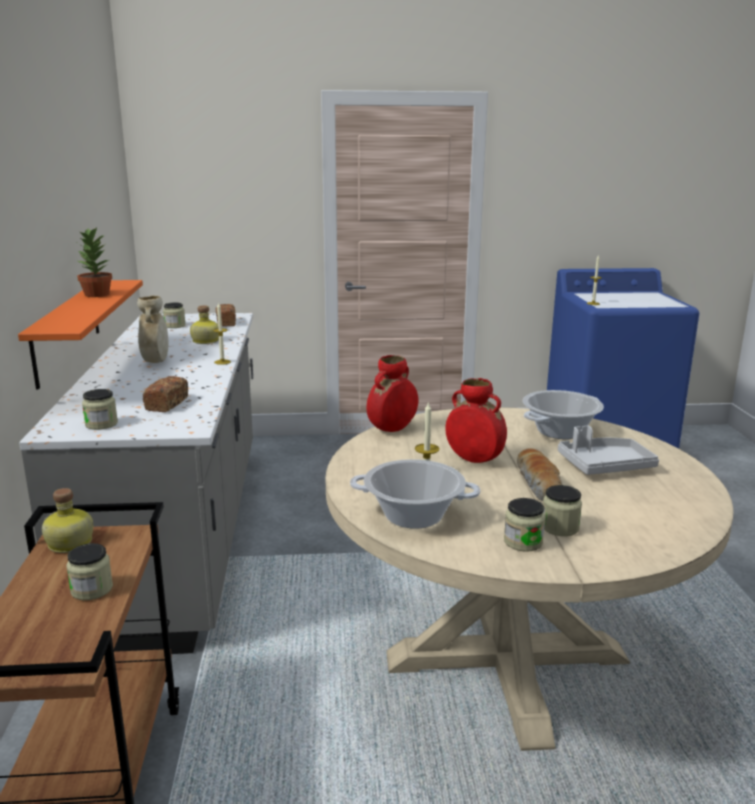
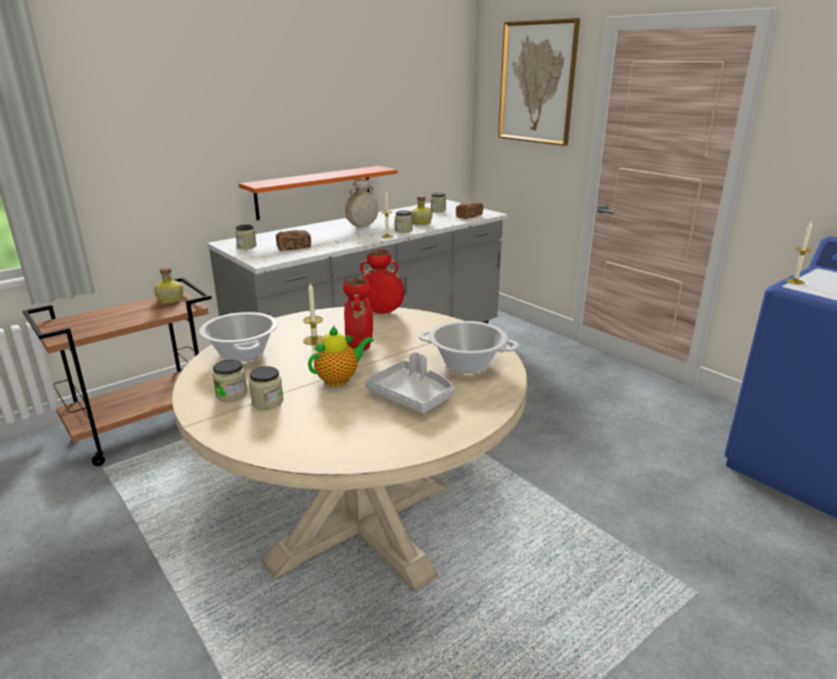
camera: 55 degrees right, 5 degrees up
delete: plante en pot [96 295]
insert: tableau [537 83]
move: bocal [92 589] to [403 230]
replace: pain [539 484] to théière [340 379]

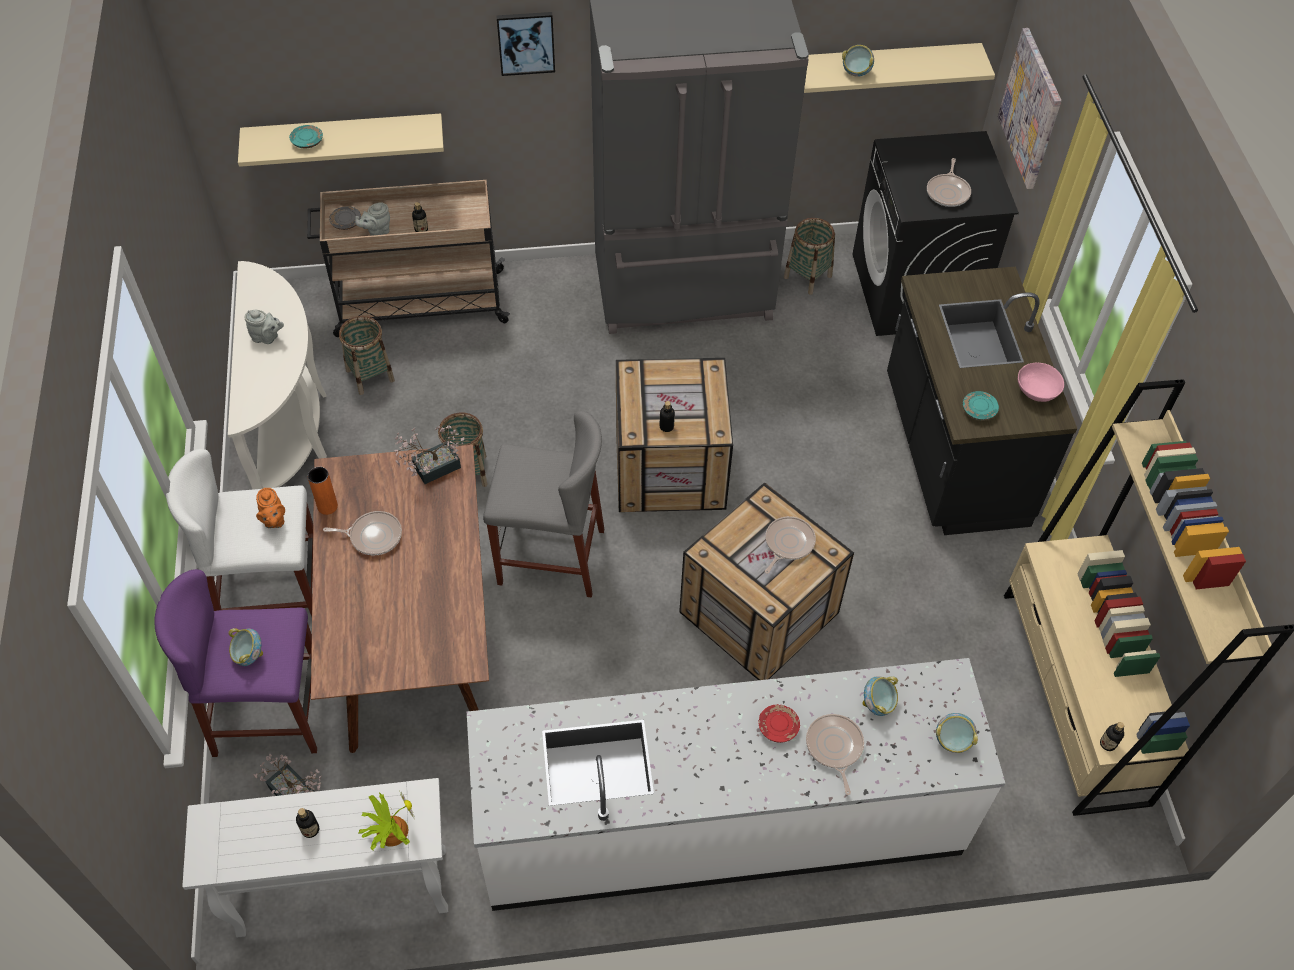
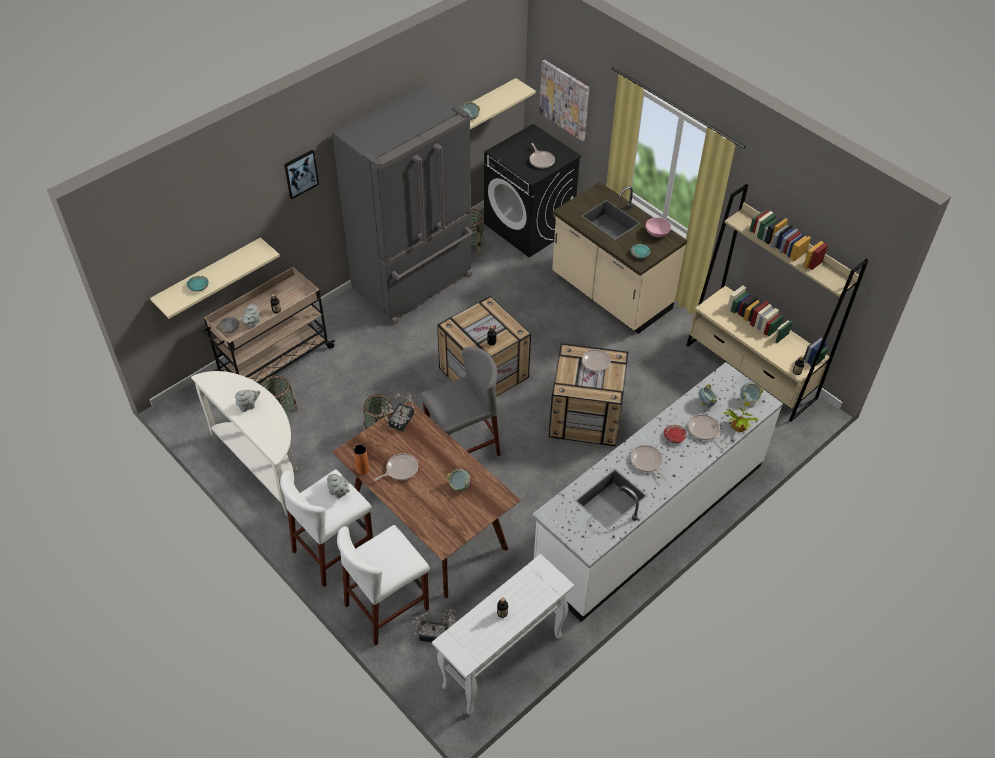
camera: 35 degrees left, 5 degrees down
insert: poêle [647 462]
move: bol [249 655] to [459 486]; plante en pot [390 831] to [738 425]
recolor: tabouret [violet] [270 714] to tabouret [blanc] [387 607]; théière [orange] [274 520] to théière [gris] [339 493]; comptoir de cuisine [noir] [952 452] to comptoir de cuisine [beige] [610 293]

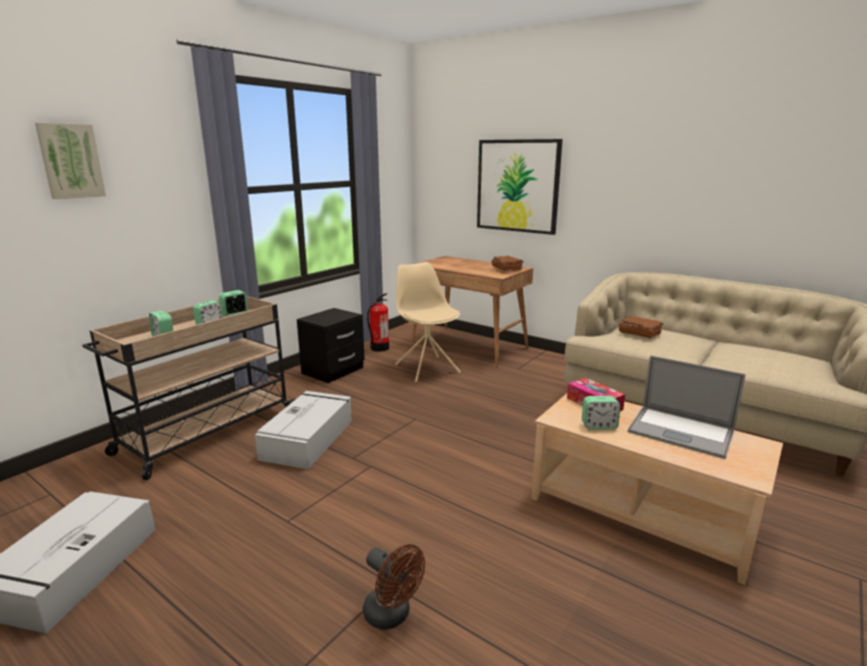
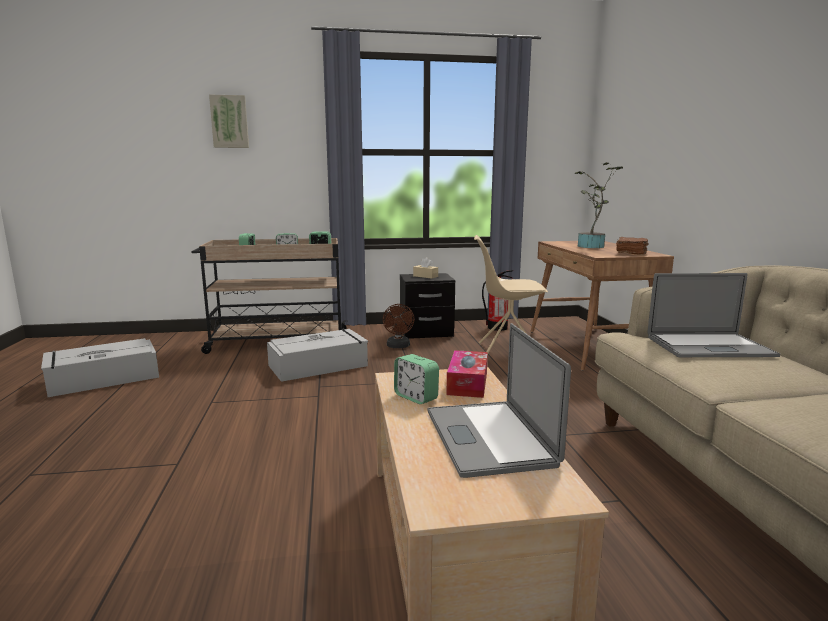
camera: 45 degrees right, 5 degrees down
delete: tableau [517 186]
insert: boîte à mouchoirs [beige] [425 276]; plante en pot [591 247]
move: ventilateur [marron] [392 615] to [398 346]
replace: livre [marron] [639 333] to ordinateur portable [709 346]
rotate: chaise [beige] [427 368] = [506 352] 105 degrees counterclockwise

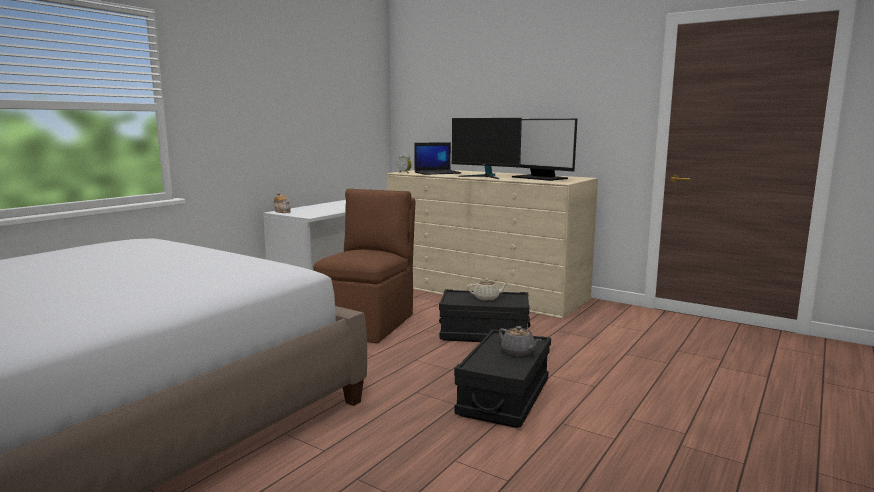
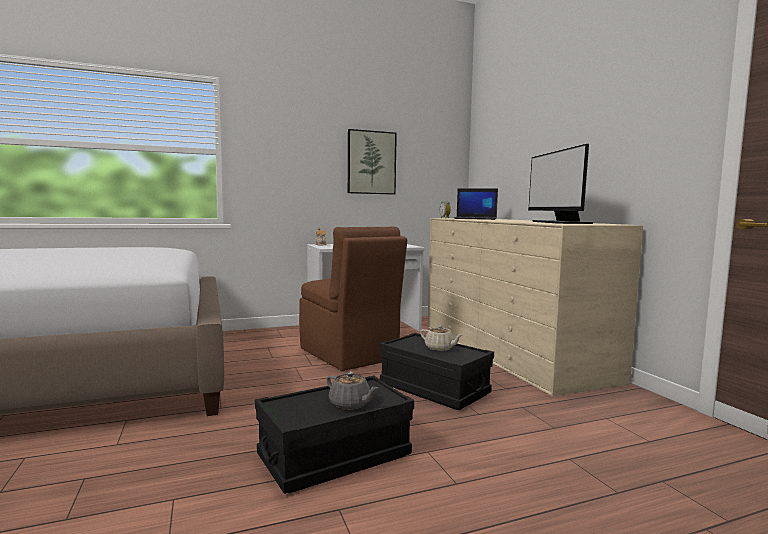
camera: 35 degrees right, 5 degrees down
delete: écran d'ordinateur [485 177]
insert: tableau [371 162]
rotate: chaise [marron] [368 324] = [349 354] 90 degrees clockwise; théière [gris] [518 352] = [350 404] 45 degrees counterclockwise

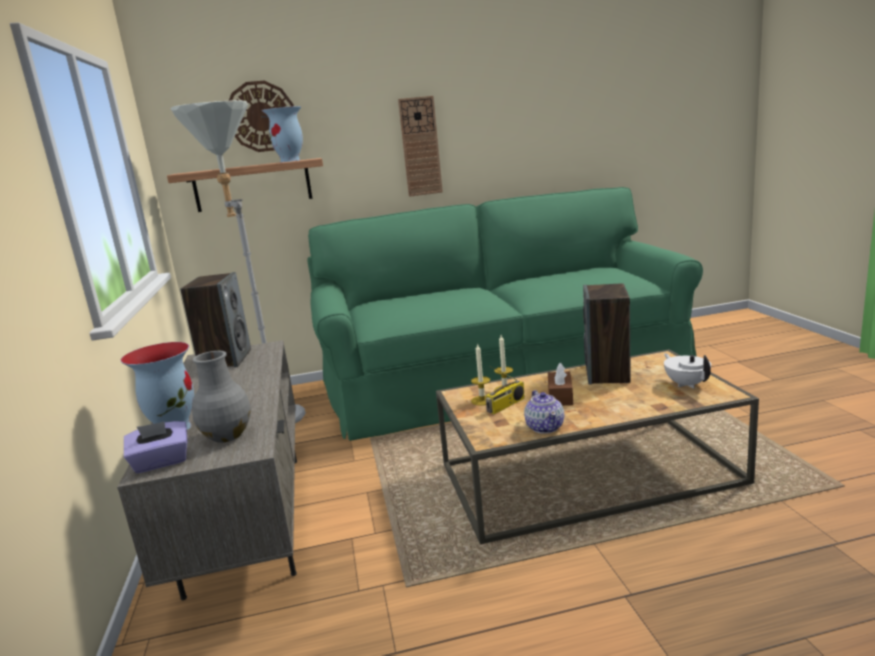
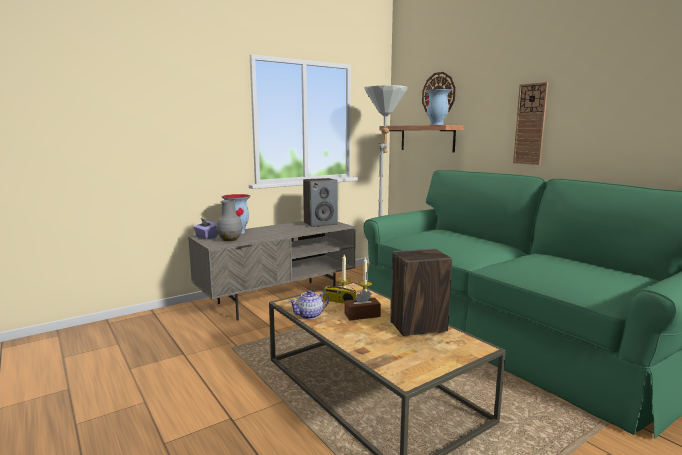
camera: 65 degrees right, 5 degrees down
delete: théière [blanc] [686 384]

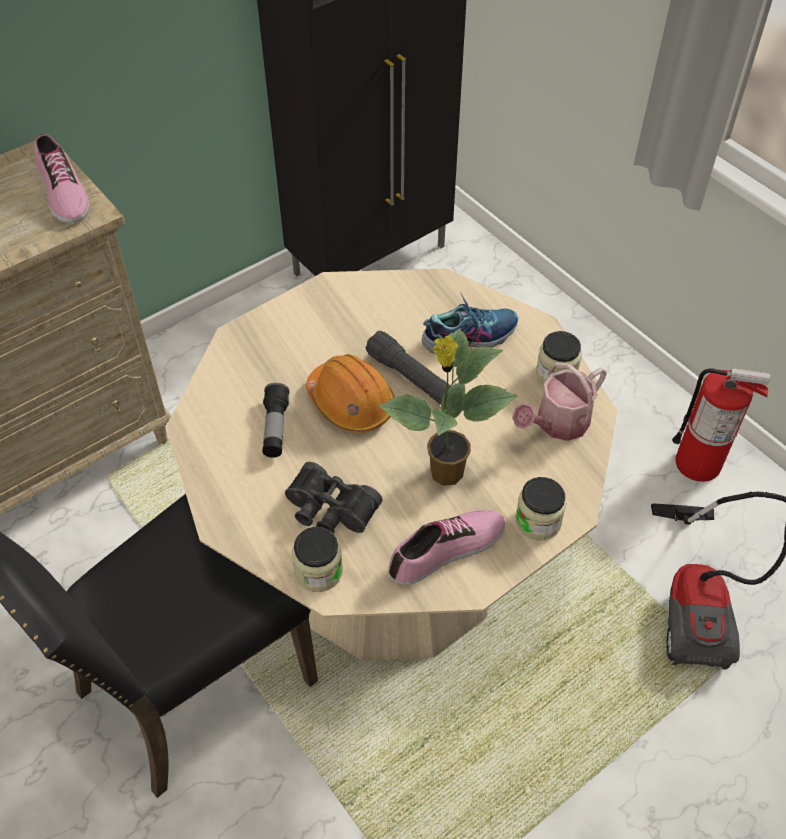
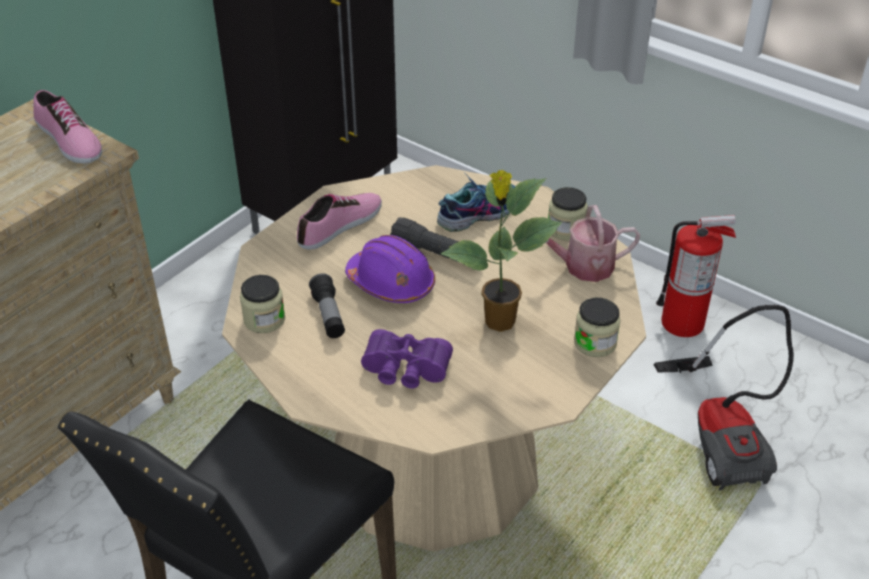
camera: 15 degrees left, 10 degrees down
move: bocal [318 572] to [264 320]; chaussure [447 551] to [340 226]
recolor: jumelles [noir] [329 511] to jumelles [violet] [405 371]; casque de chantier [orange] [351 403] to casque de chantier [violet] [391 283]
rotate: arrosoir [557 424] = [582 266] 45 degrees clockwise

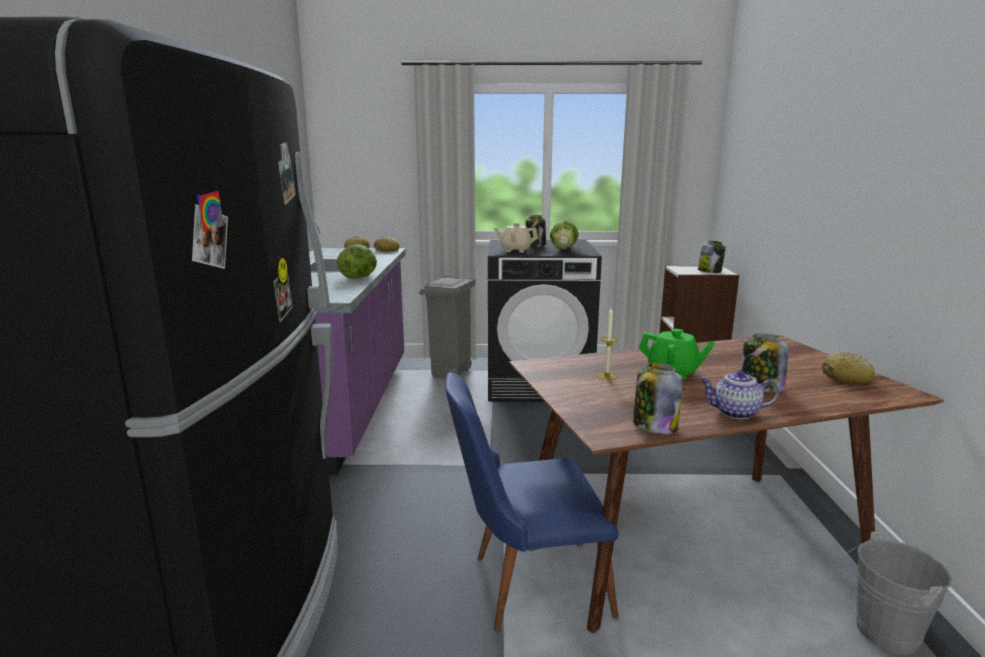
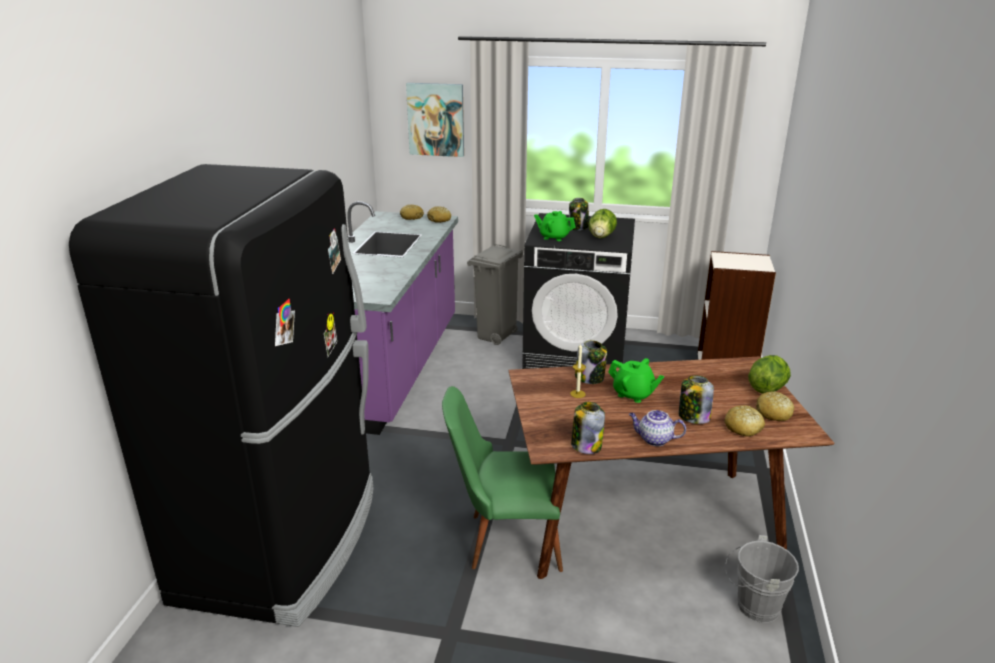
camera: 10 degrees right, 10 degrees up
insert: tableau [436 119]; pain [743 428]
move: laitue [359 277] to [767 388]; bocal [710 271] to [590 377]
recolor: chaise [bleu] [526 584] to chaise [vert] [504 540]; théière [beige] [515 250] to théière [vert] [554 237]

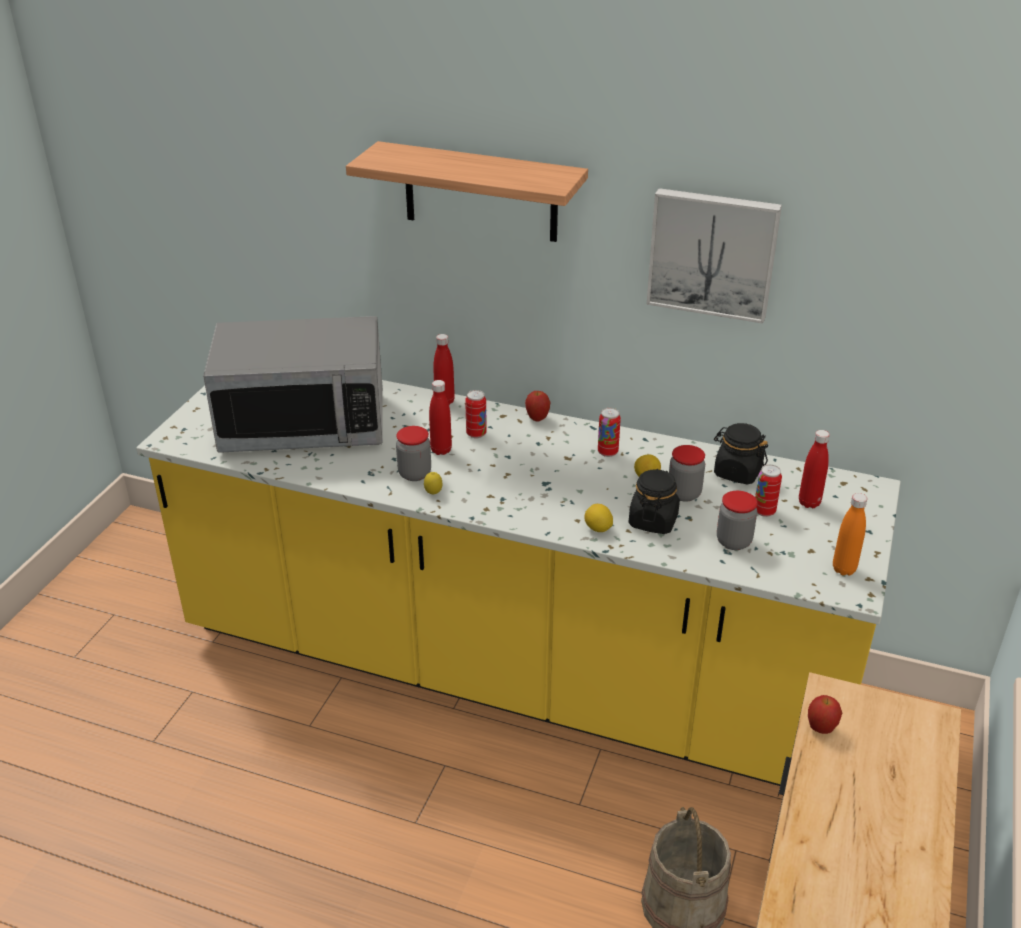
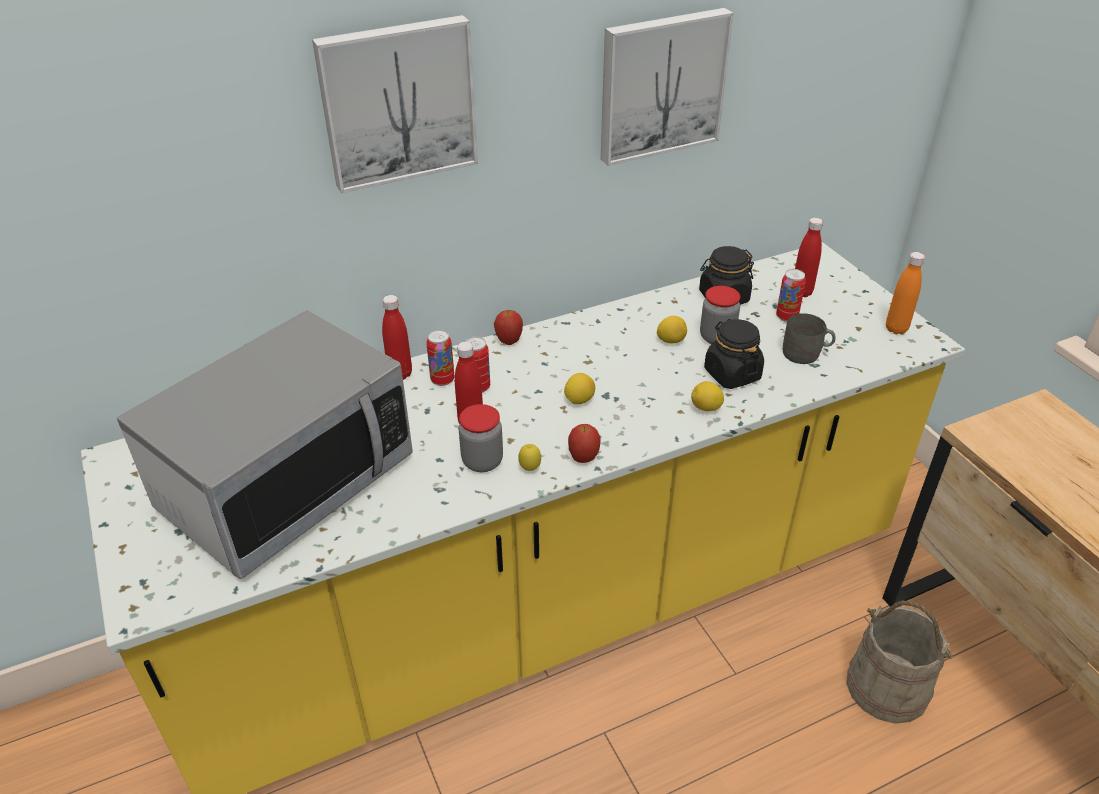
camera: 45 degrees left, 5 degrees up
insert: citron [579 400]
move: boîte métallique [607 452] to [442 380]; pomme [821 728] to [583 458]
replace: étagère [480 192] to tableau [397 102]; bocal [733 541] to mug [gris] [806 354]

